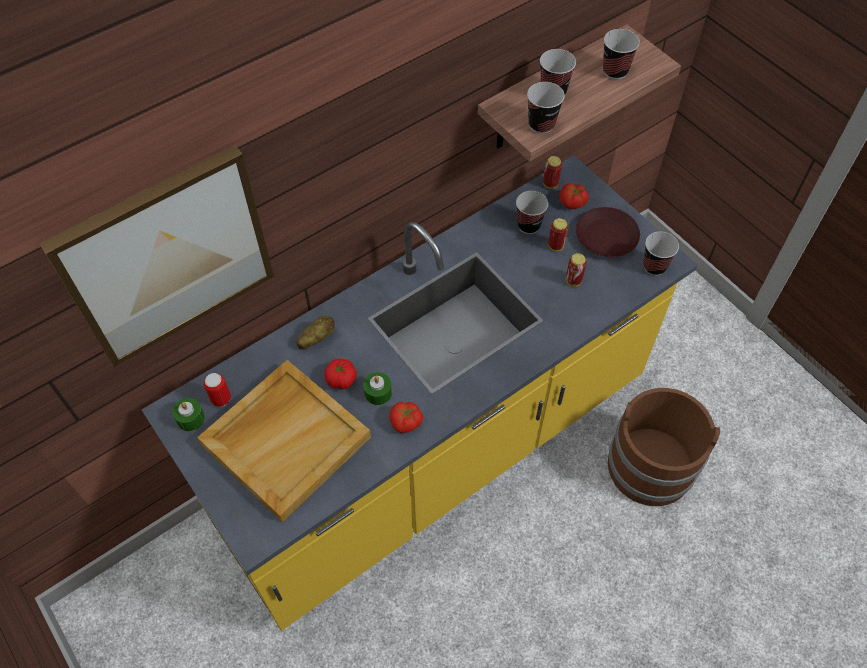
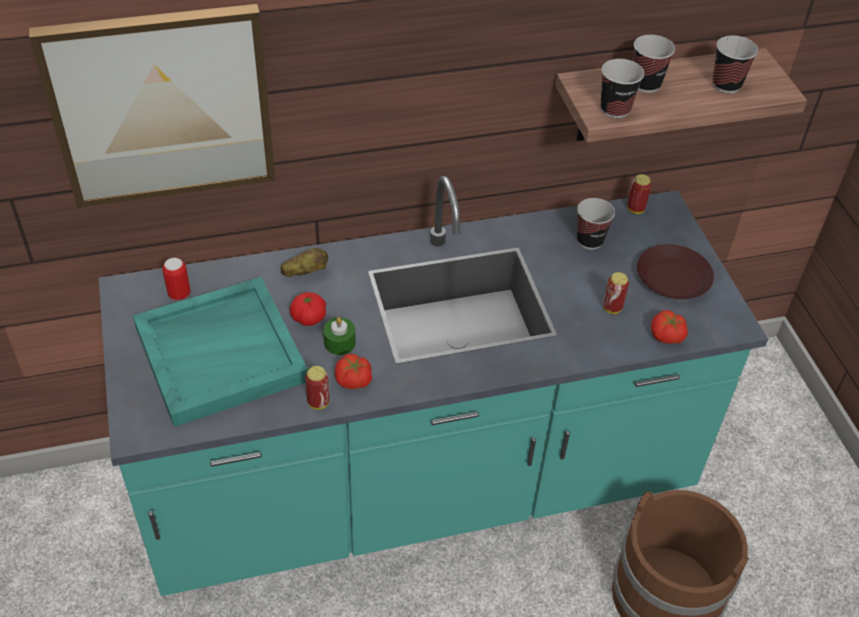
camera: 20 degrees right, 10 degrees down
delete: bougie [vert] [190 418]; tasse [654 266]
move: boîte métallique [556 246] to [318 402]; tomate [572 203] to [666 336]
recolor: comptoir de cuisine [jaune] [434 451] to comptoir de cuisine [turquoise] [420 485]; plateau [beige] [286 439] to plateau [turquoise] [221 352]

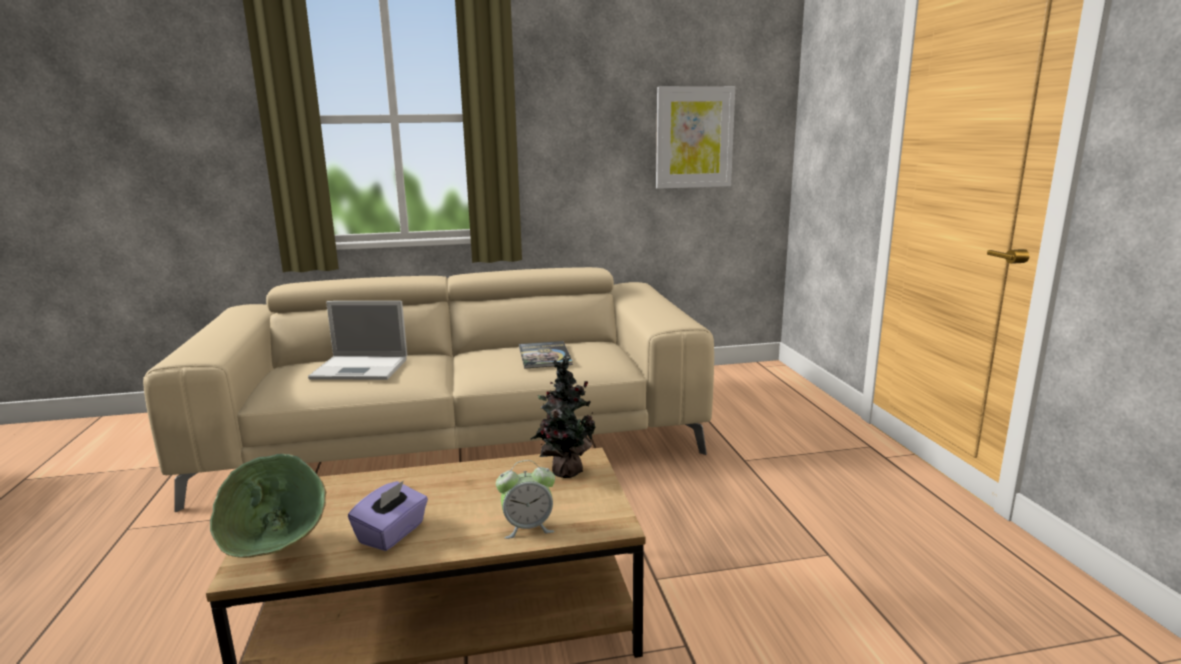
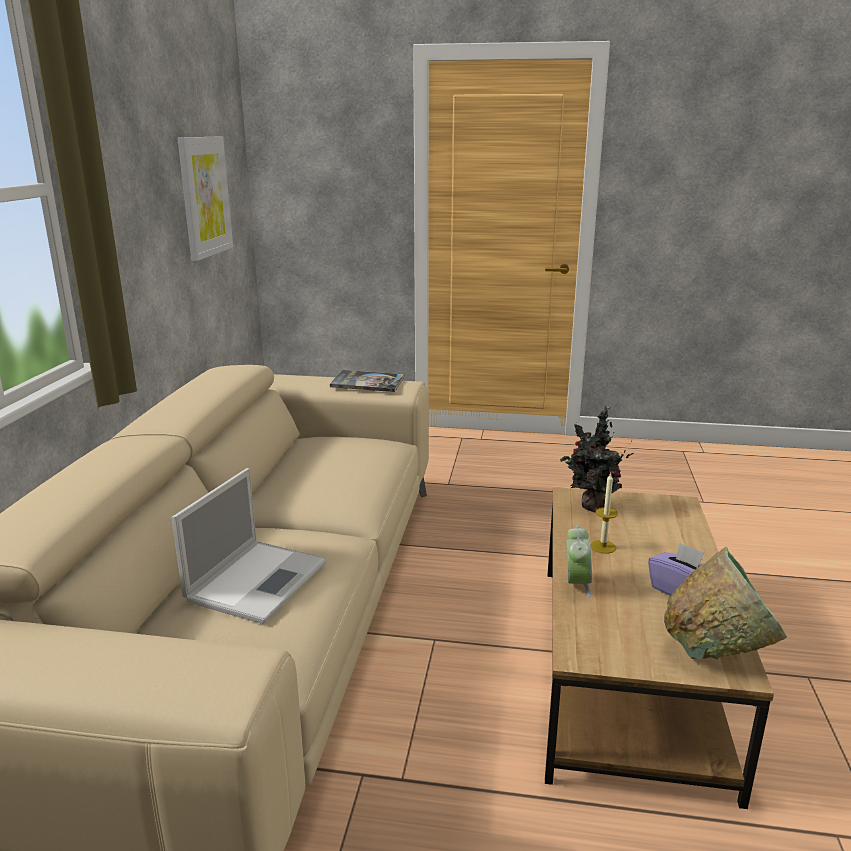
camera: 70 degrees left, 5 degrees up
insert: bougie [603 547]
move: réveil [528 527] to [576 584]; livre [544 356] to [367 382]

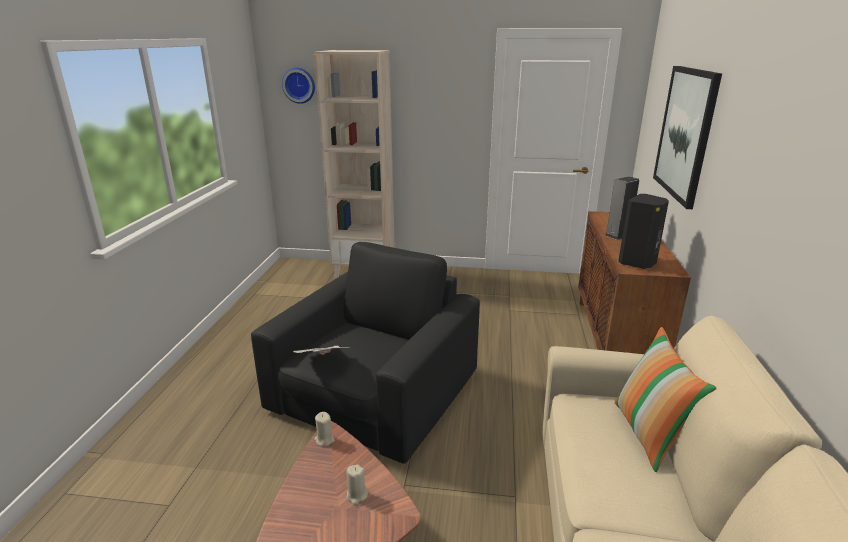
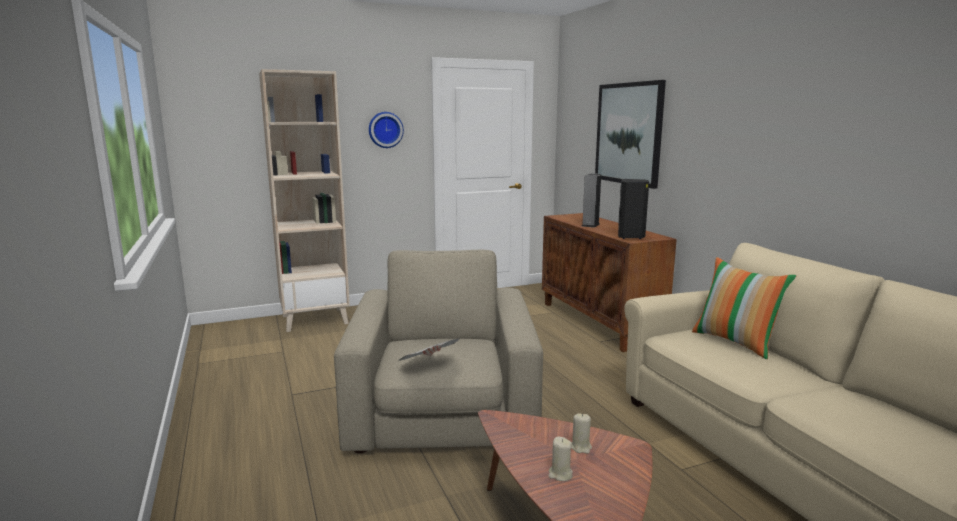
camera: 30 degrees left, 10 degrees down
move: horloge murale [299 85] to [385 130]; bougie [beige] [324 440] to [560 474]
recolor: fauteuil [noir] [374 393] to fauteuil [beige] [444 409]

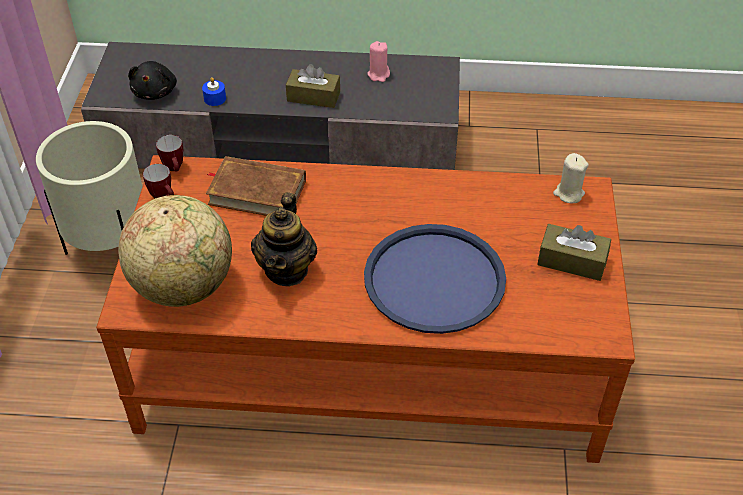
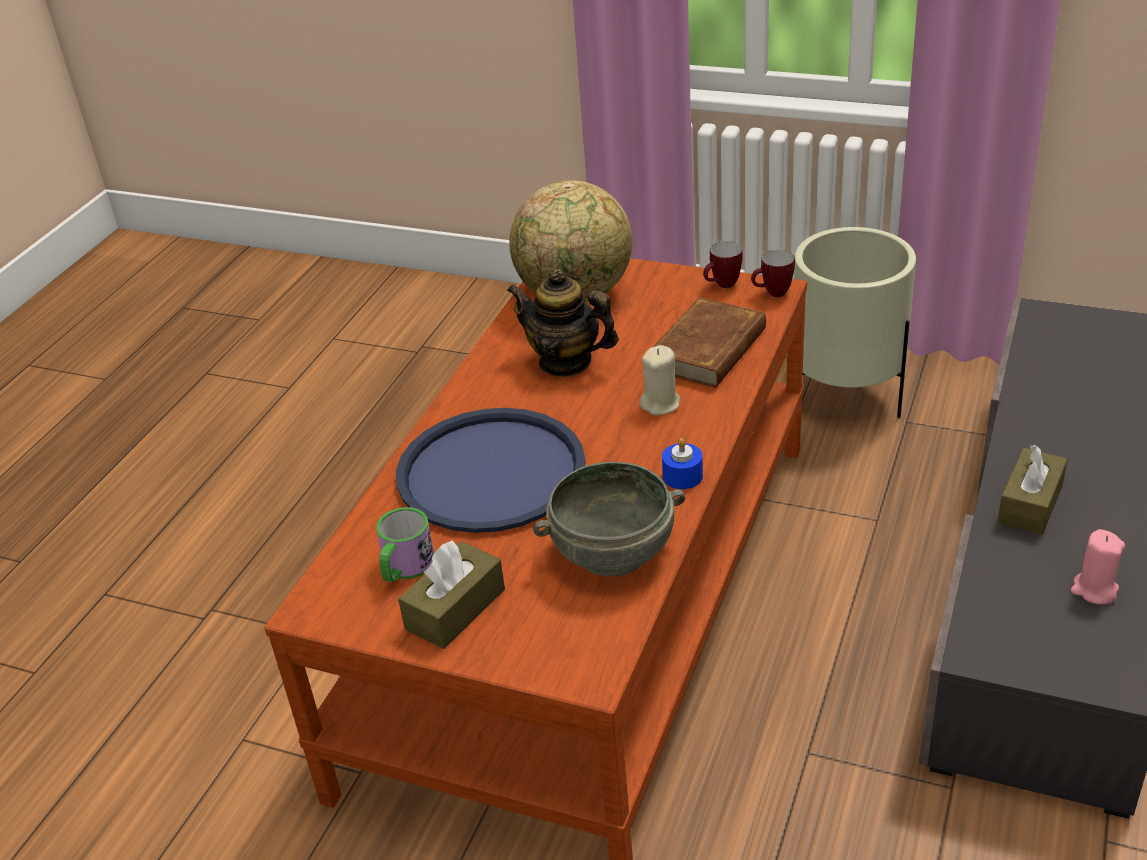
camera: 110 degrees right, 10 degrees down
delete: peluche [noir] [155 92]
insert: mug [405 568]; bol [gris] [613 554]
move: bougie [bleu] [215 98] to [682 476]; bougie [beige] [568 193] to [660 404]

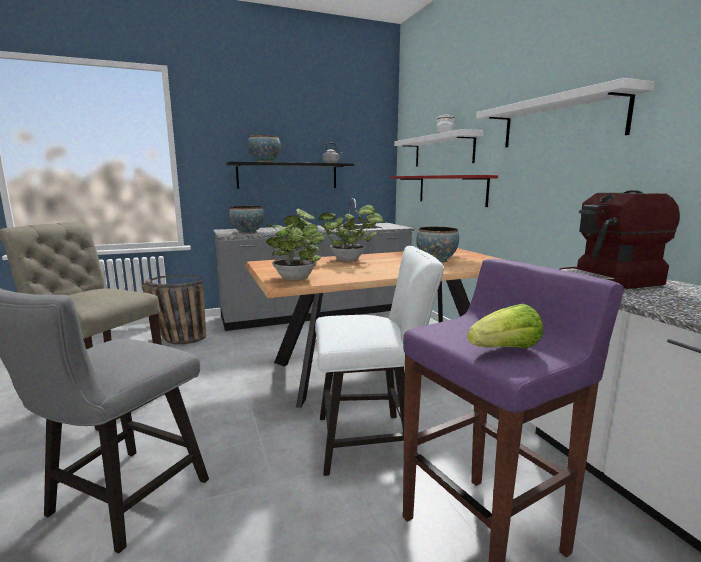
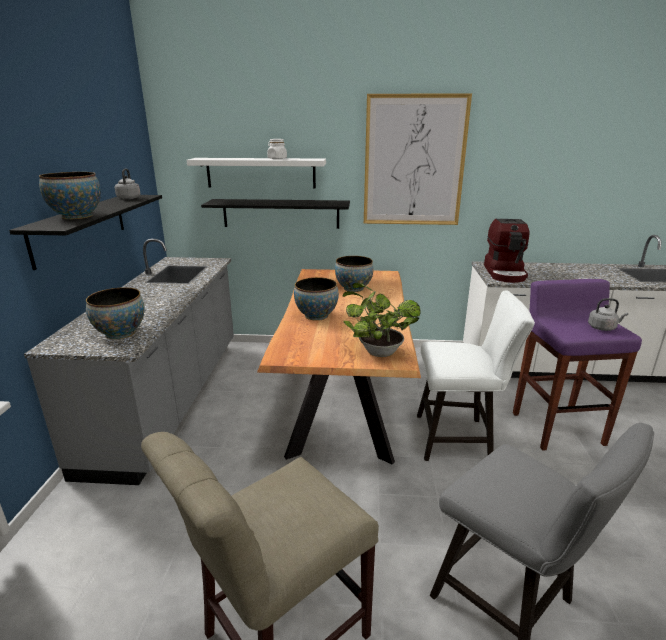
camera: 65 degrees left, 10 degrees up
delete: panier [174 339]
replace: plante en pot [350 260] to bol [316 316]; laitue [505 350] to bouilloire [gris] [603 328]; étagère [blanc] [560 121] to tableau [414 162]
recolor: étagère [rouge] [451 189] to étagère [noir] [281 213]
rotate: chaise [blanc] [372 440] = [459 438] 75 degrees clockwise

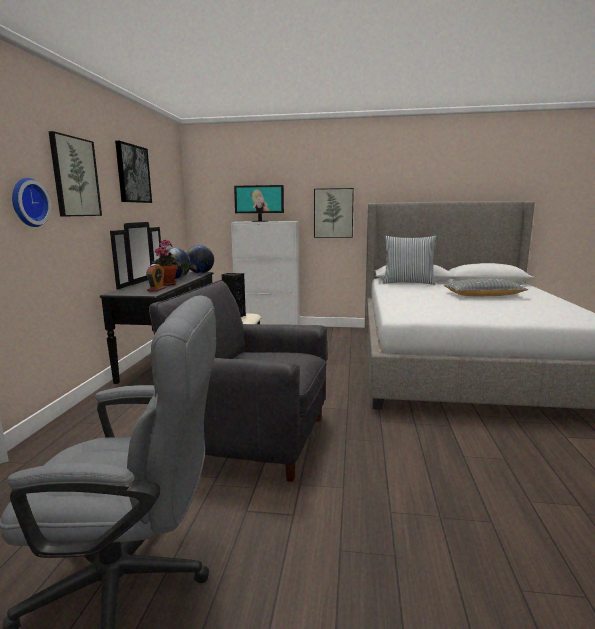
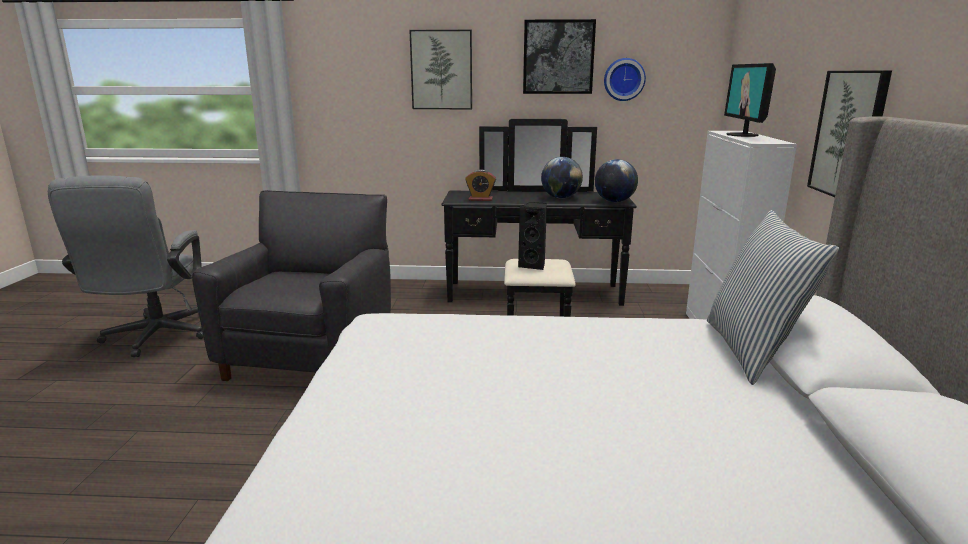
camera: 85 degrees right, 5 degrees up
delete: plante en pot [168 284]; coussin [gris] [483 295]
move: horloge murale [27 202] to [624 79]

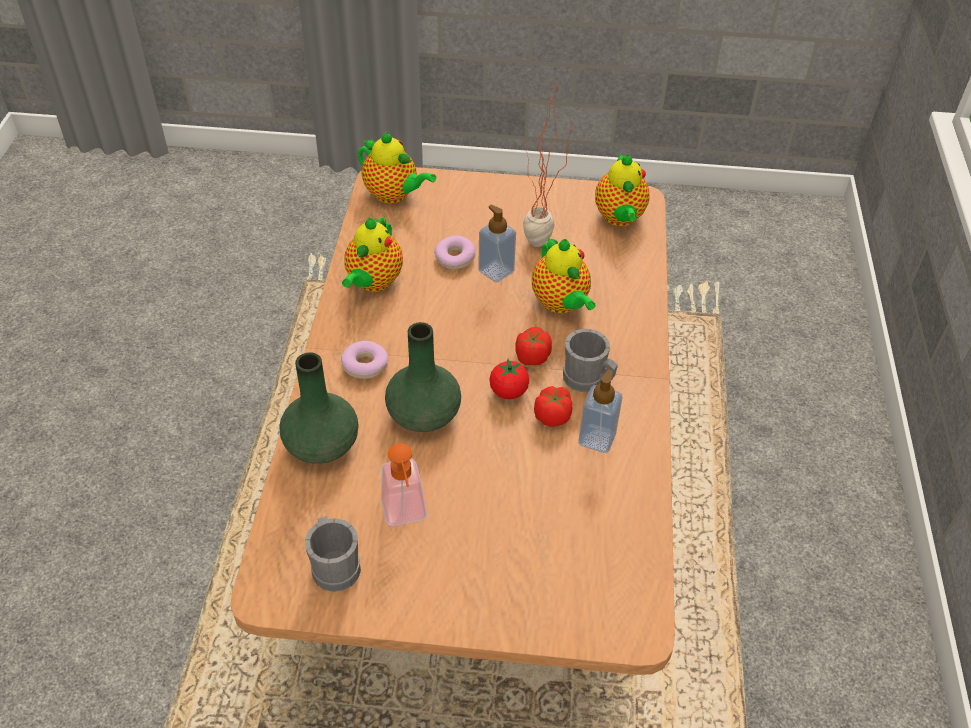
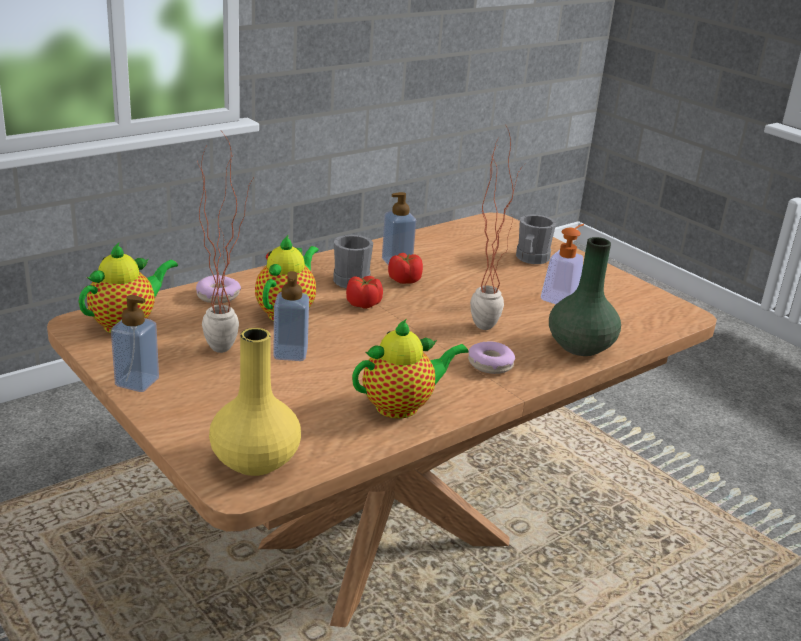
camera: 135 degrees left, 20 degrees down
delete: tomate [508 391]
insert: distributeur de savon [137 382]
move: mug [gris] [334 565] to [531 259]; beignet [455 258] to [218 296]
replace: théière [393 195] to vase [jaune] [256 461]; vase [vert] [423 414] to plante en pot [486 322]

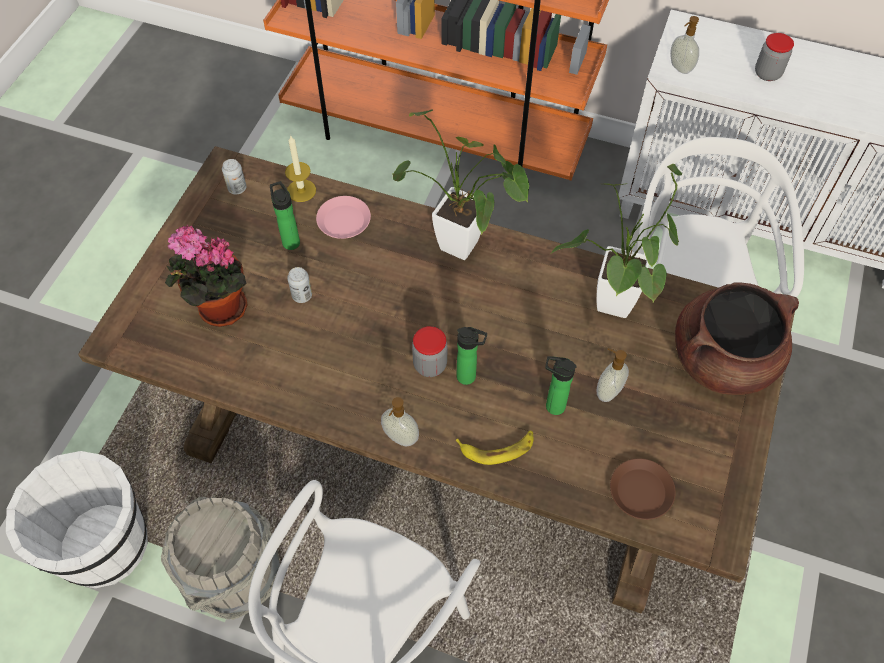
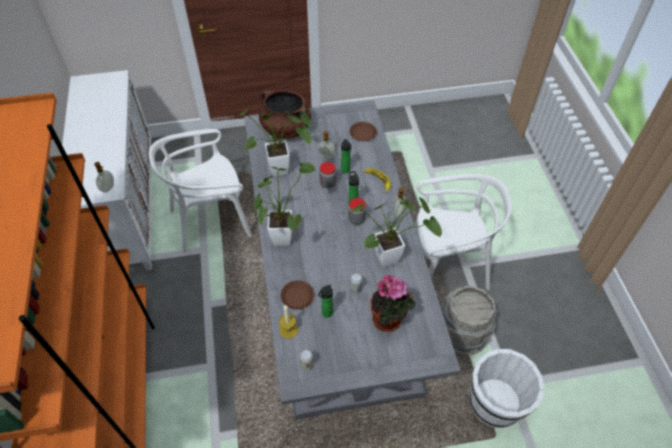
camera: 120 degrees left, 5 degrees down
insert: plante en pot [392 258]
move: bocal [767 73] to [327 183]
recolor: table à manger [marron] [443 432] to table à manger [gris] [334 287]; assiette [rose] [344 221] to assiette [marron] [297 296]

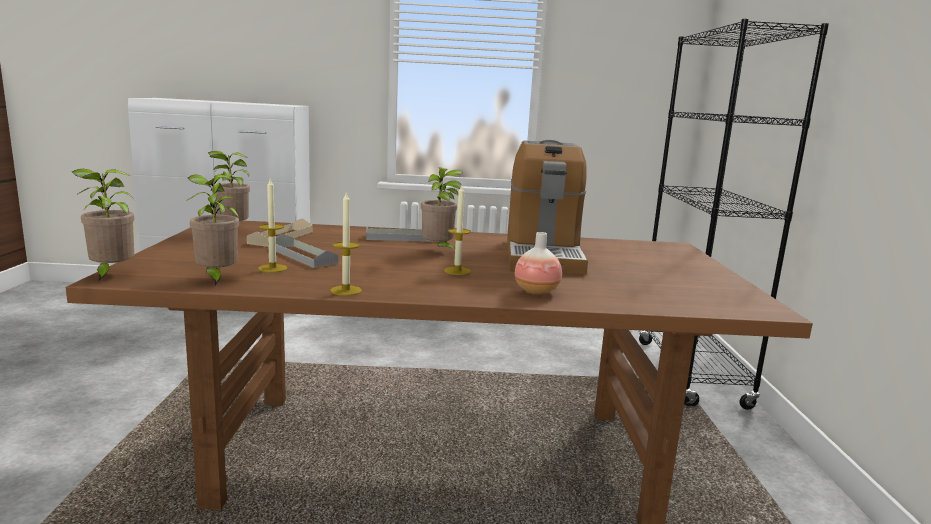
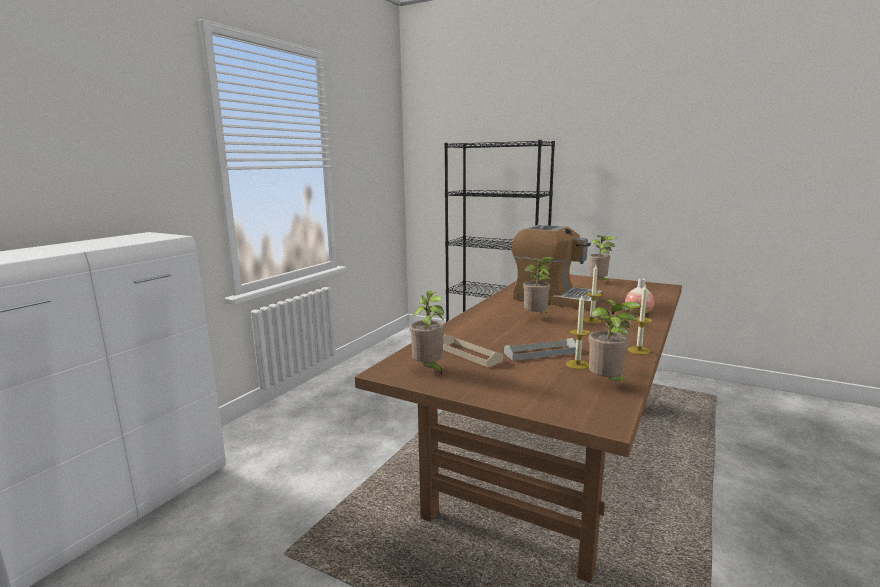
camera: 60 degrees left, 0 degrees up
delete: plateau [gris] [403 238]
move: plante en pot [111 274] to [599 282]

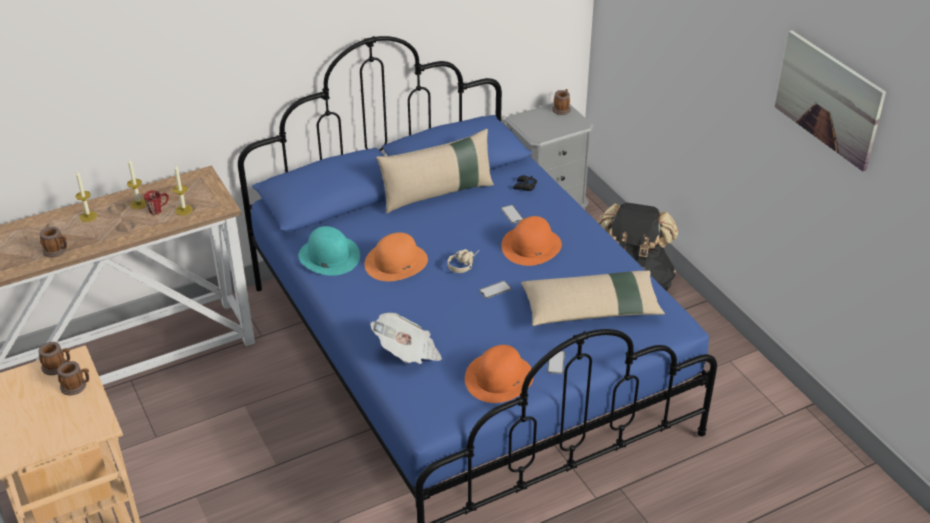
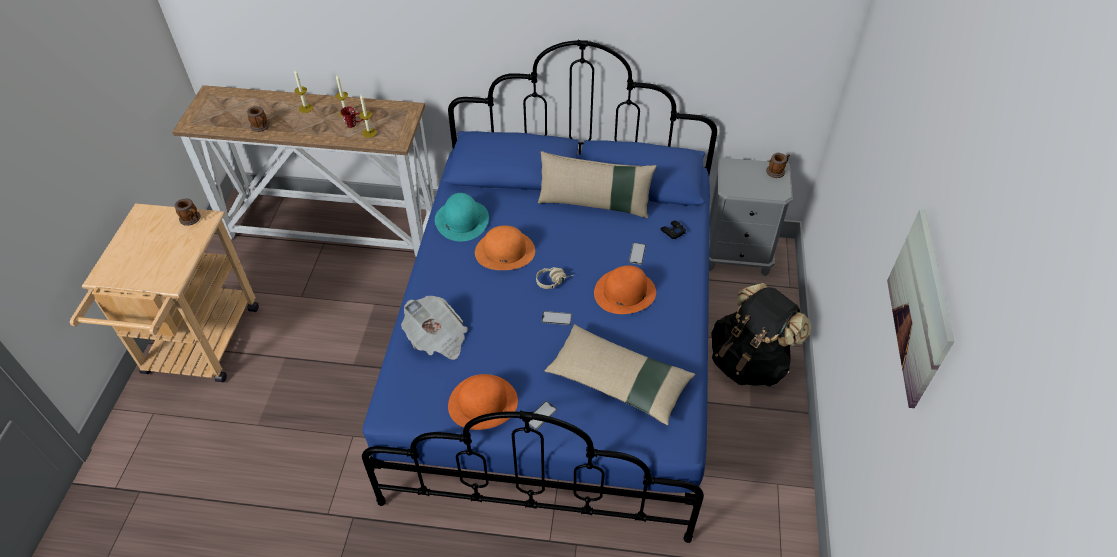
camera: 35 degrees right, 10 degrees up
delete: mug [76 386]

